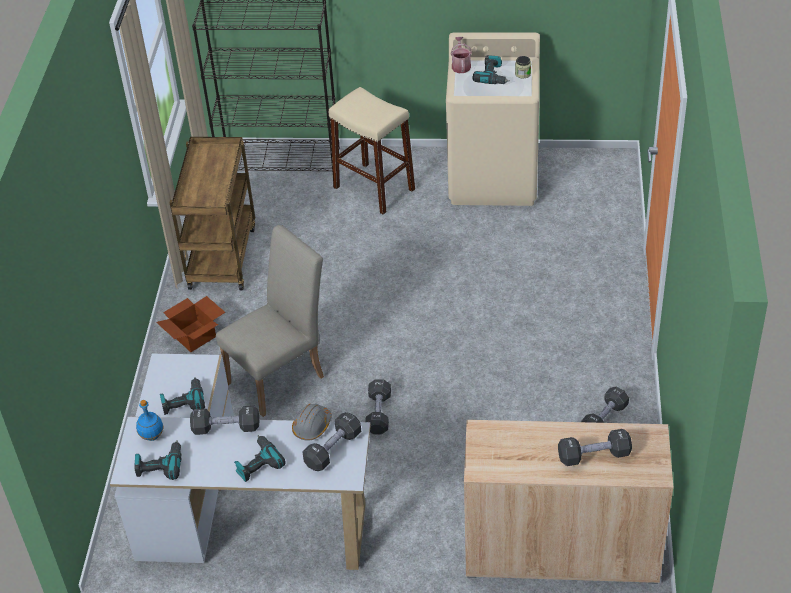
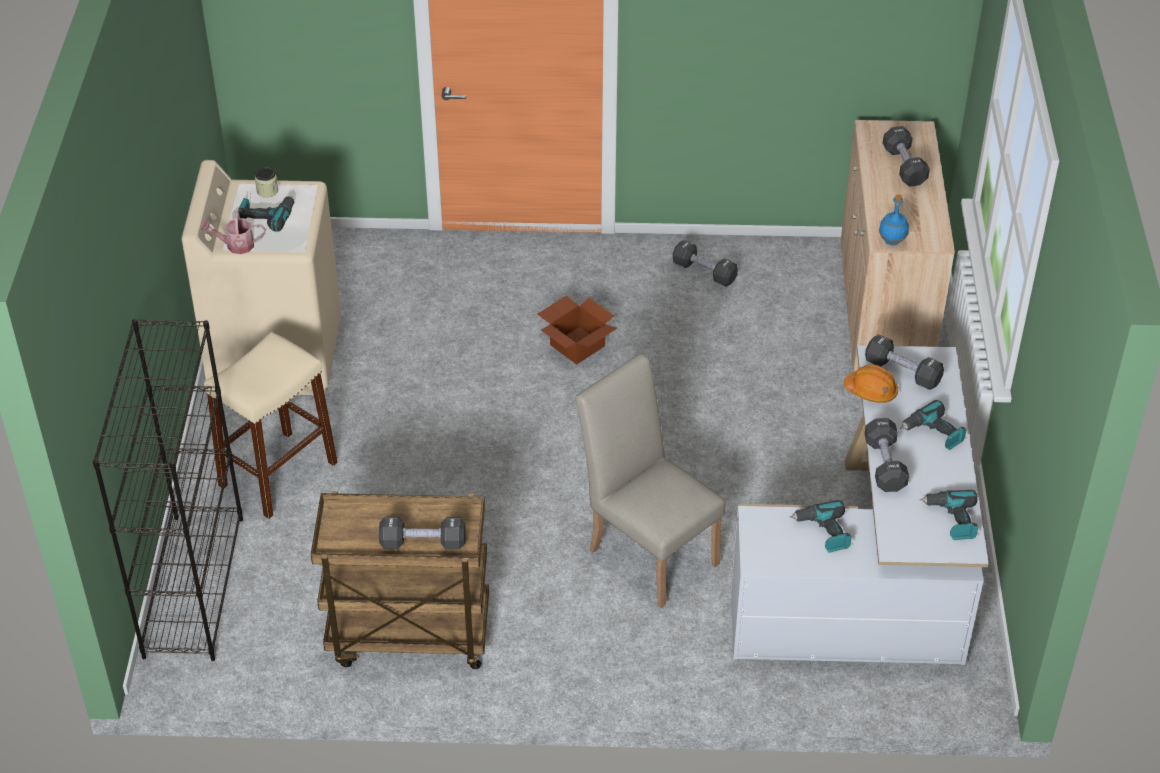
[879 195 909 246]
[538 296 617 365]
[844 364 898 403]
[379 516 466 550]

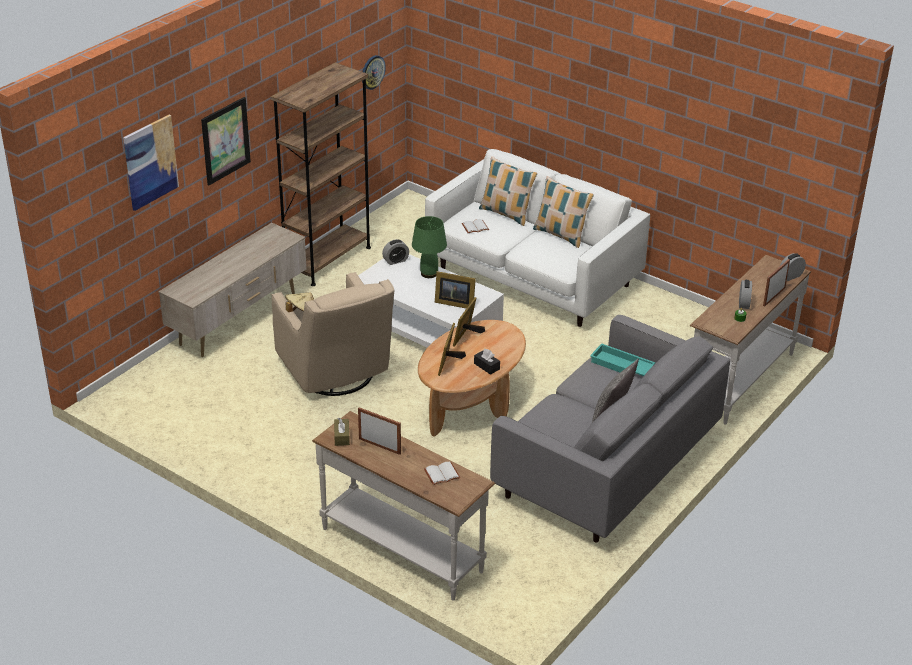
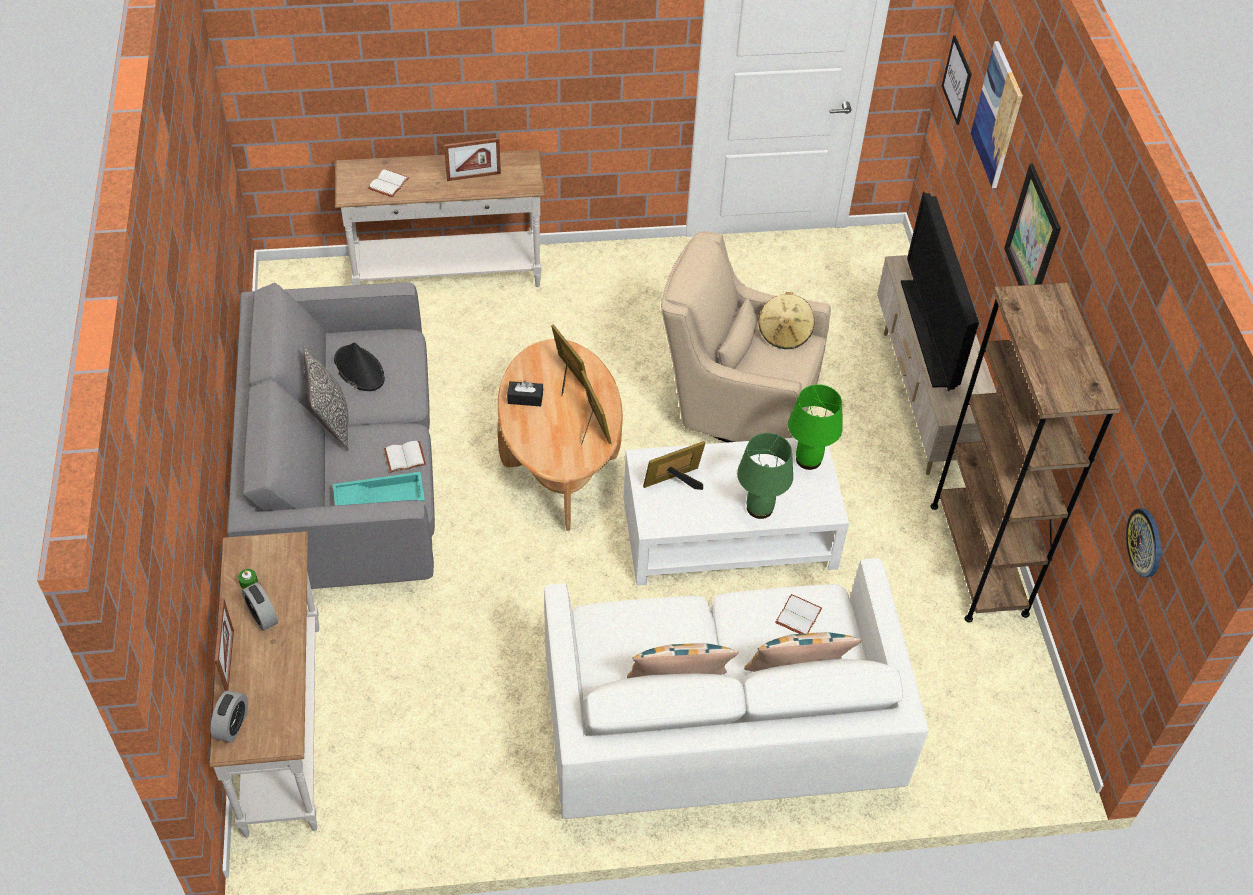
[334 418 350 446] (first image)
[382 239 409 265] (first image)
[334 342 385 391]
[384 441 426 472]
[788 384 843 470]
[901 192 979 392]
[942 35 972 125]

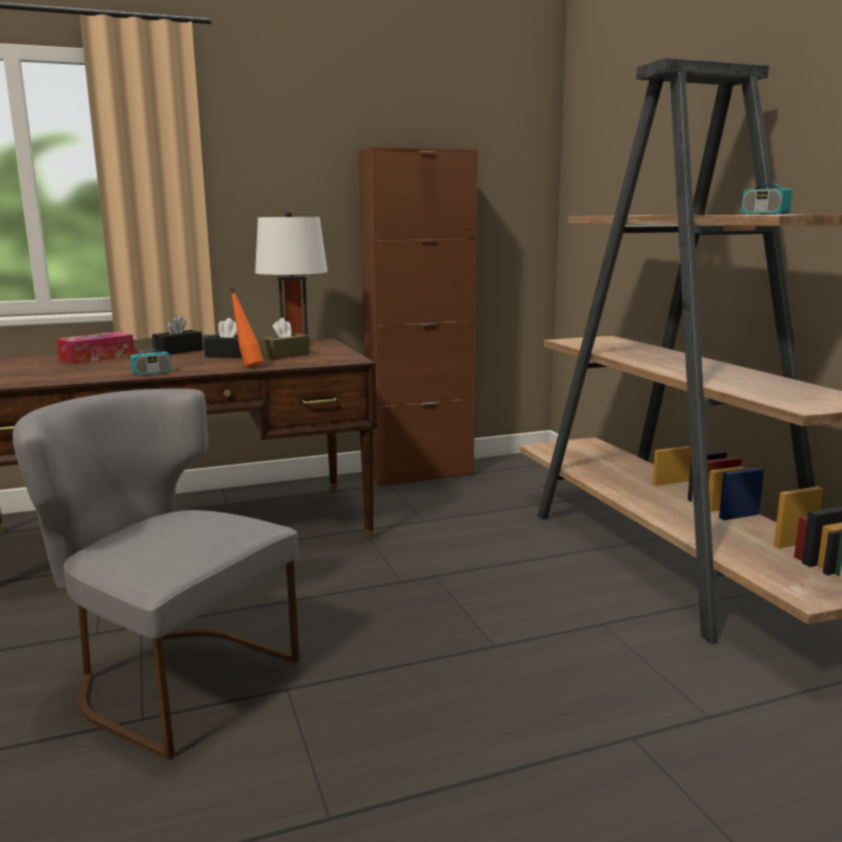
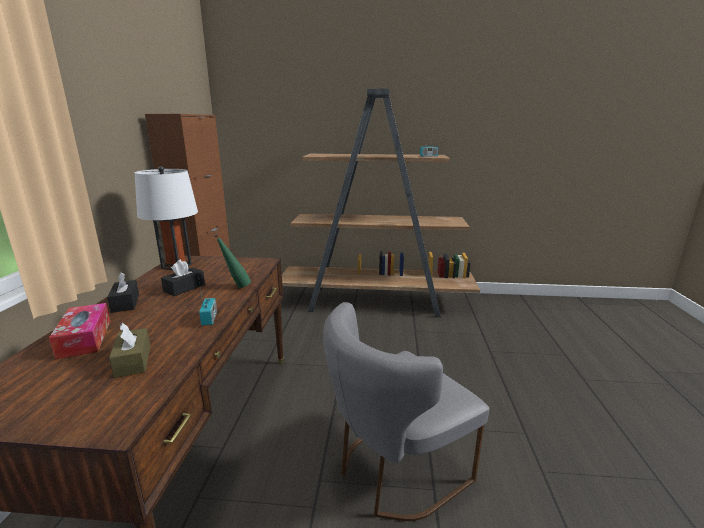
[214 233 251 288]
[109 323 150 378]

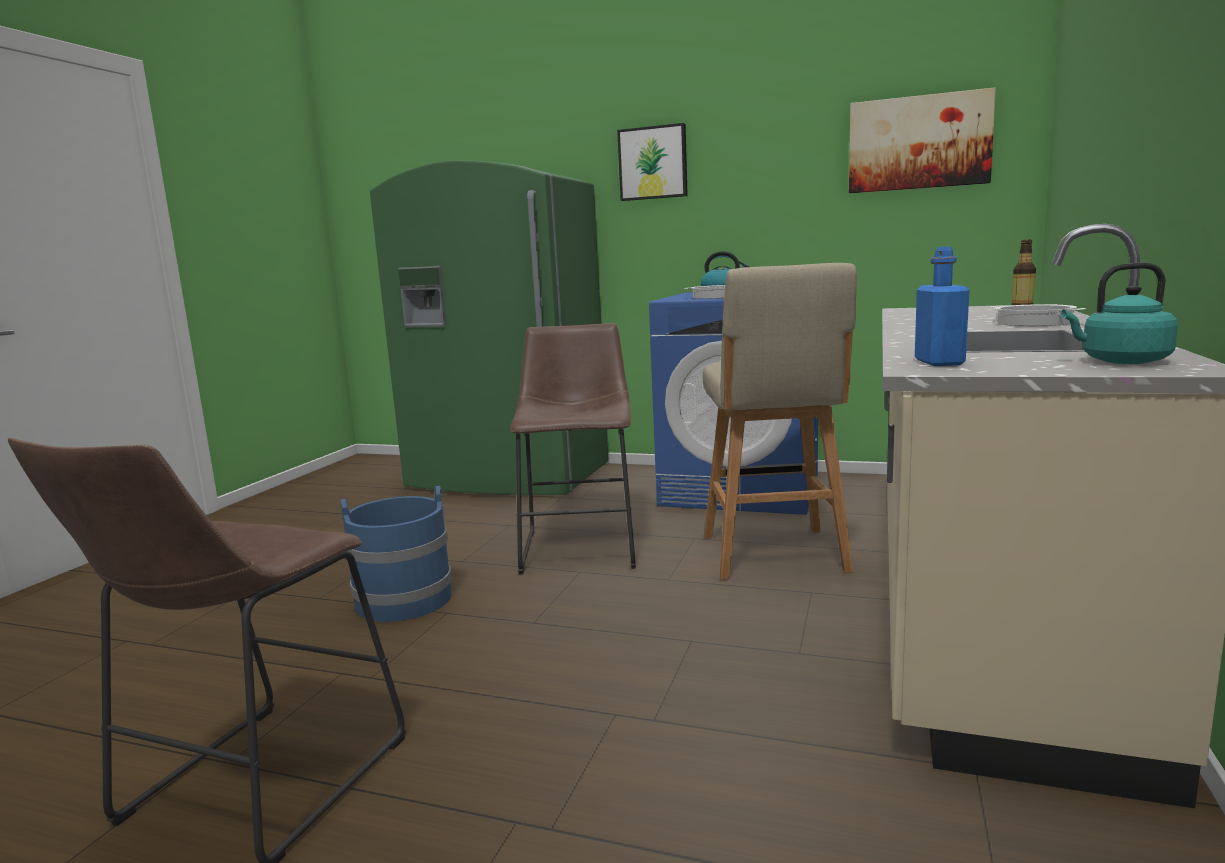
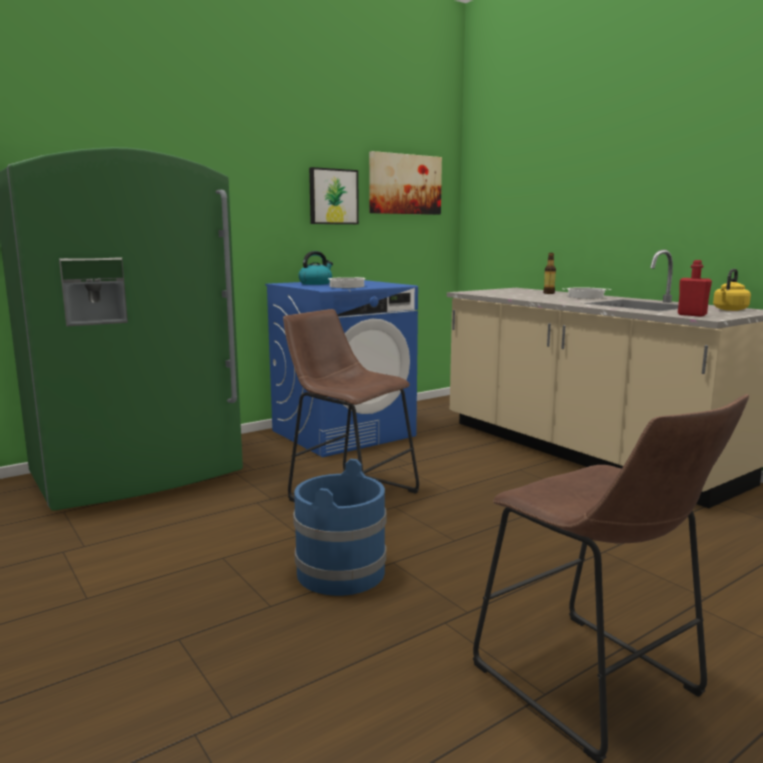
[309 167 359 224]
[702 263 857 580] (first image)
[678 260 712 317]
[713 269 751 311]

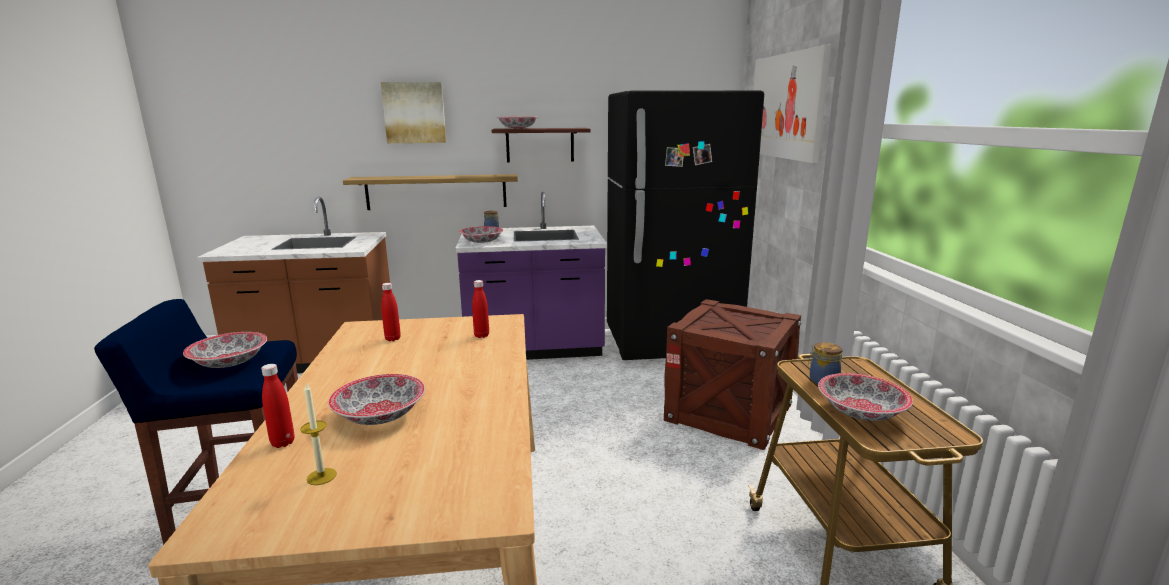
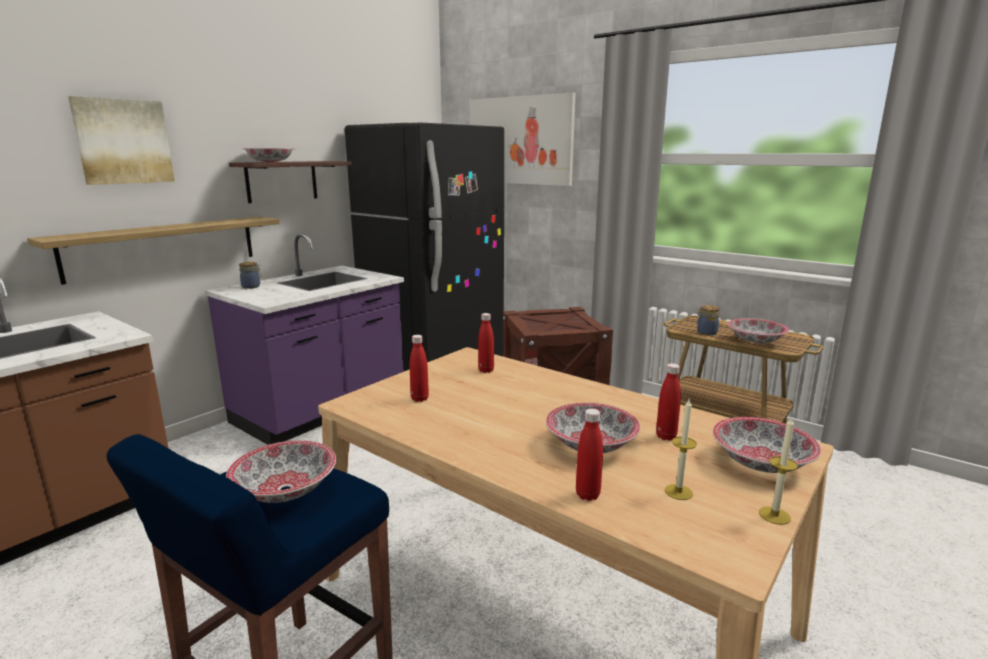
[713 417 821 473]
[656 363 681 441]
[759 416 798 525]

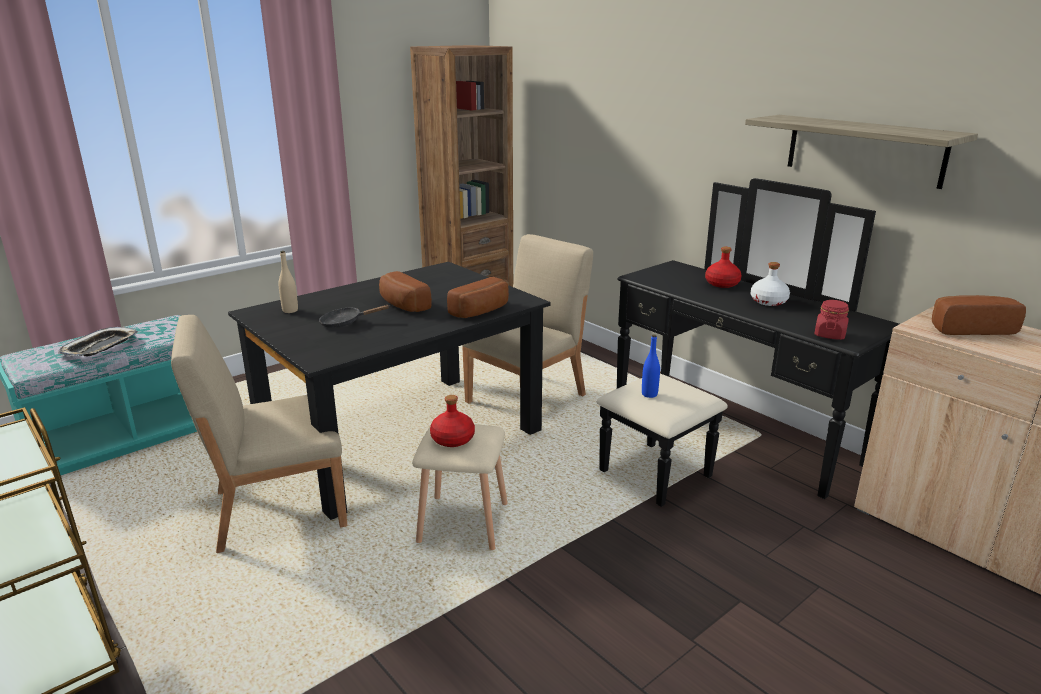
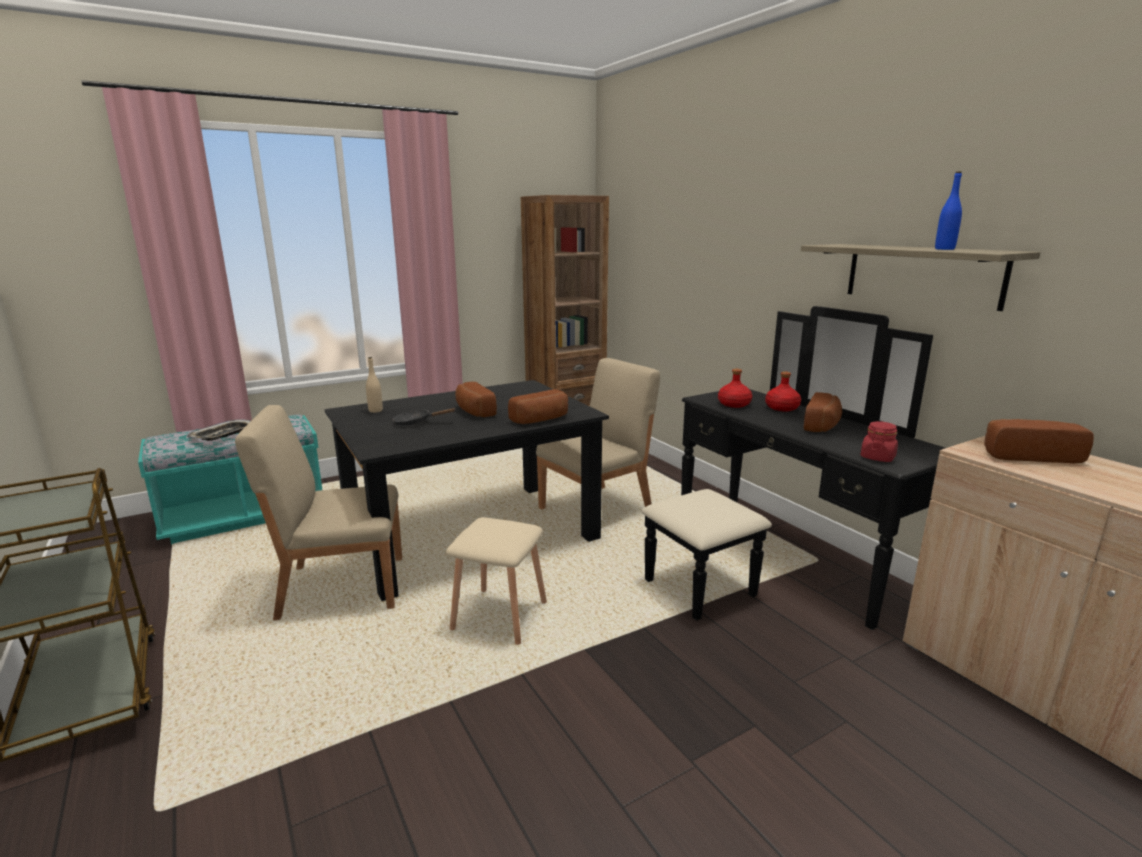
[718 369 752 408]
[935 171 962 250]
[804 392 842 432]

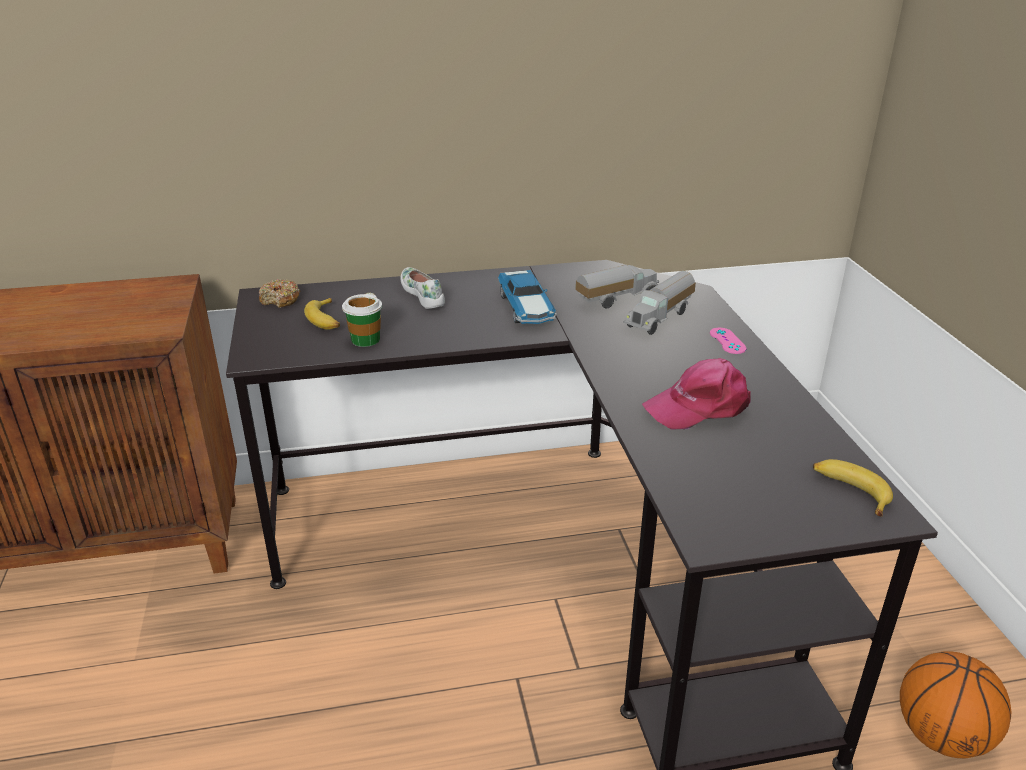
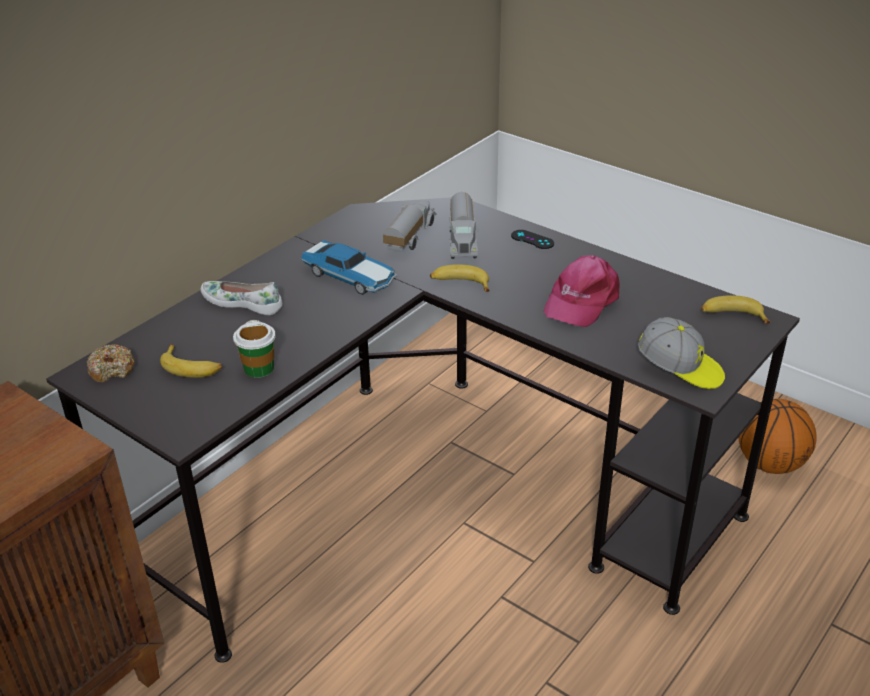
[511 230 554 249]
[430 264 490 292]
[638 317 725 389]

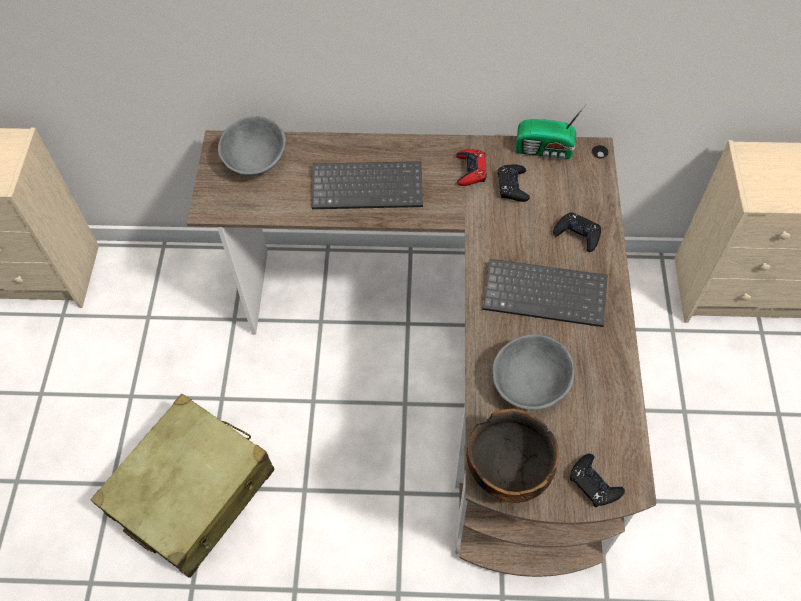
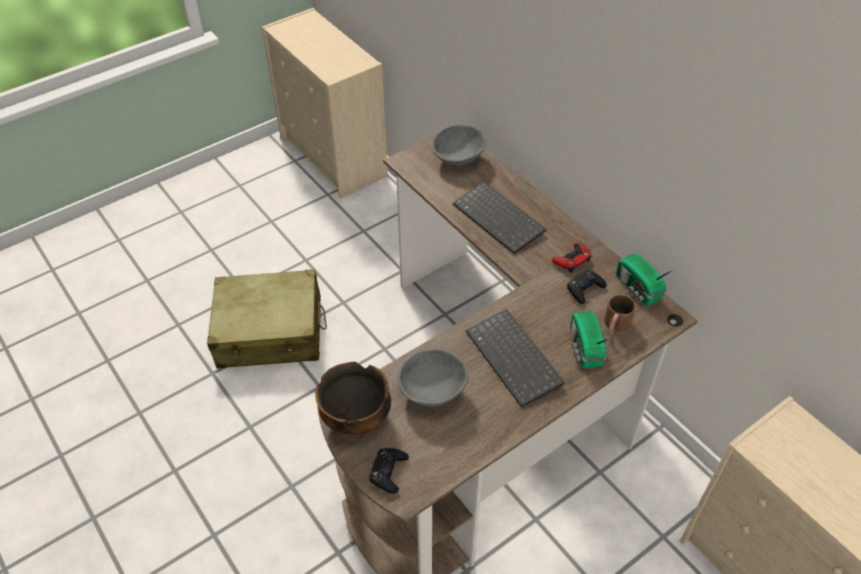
[570 311 613 368]
[604 294 636 336]

